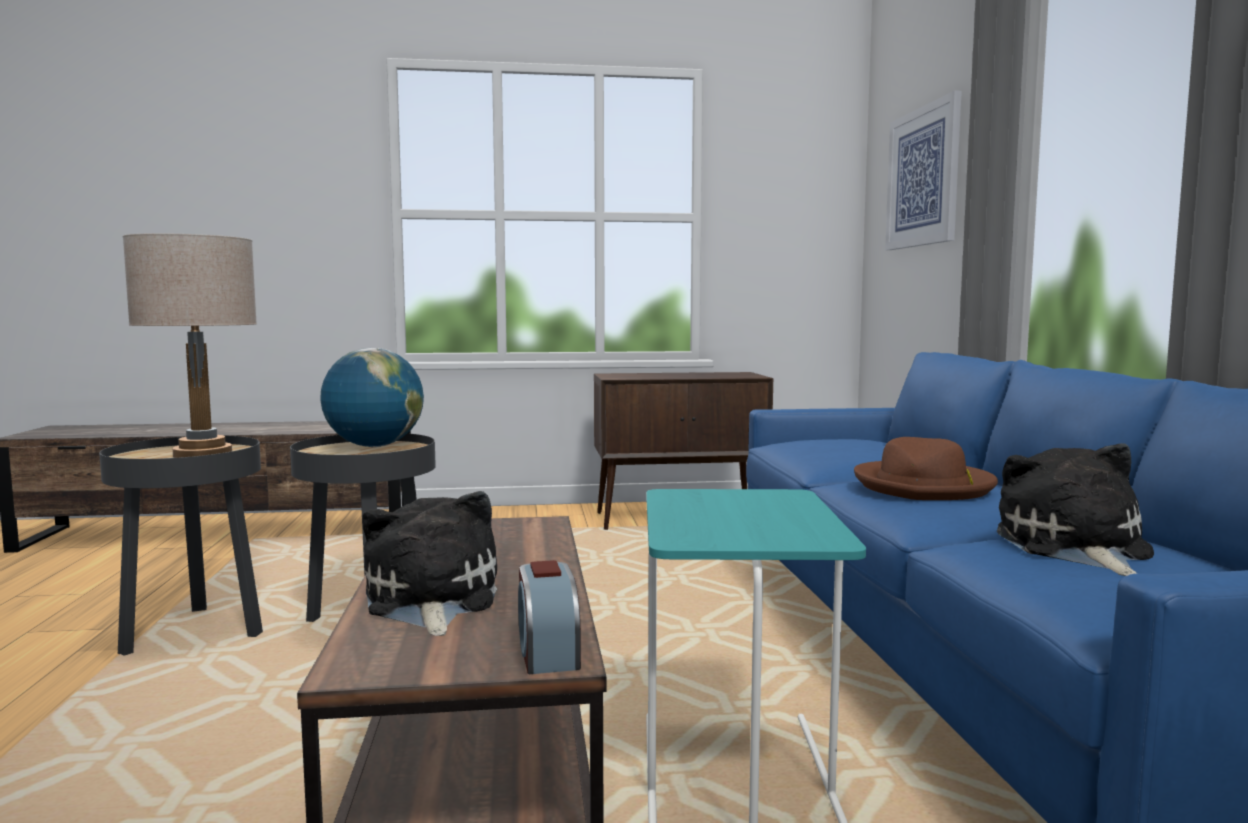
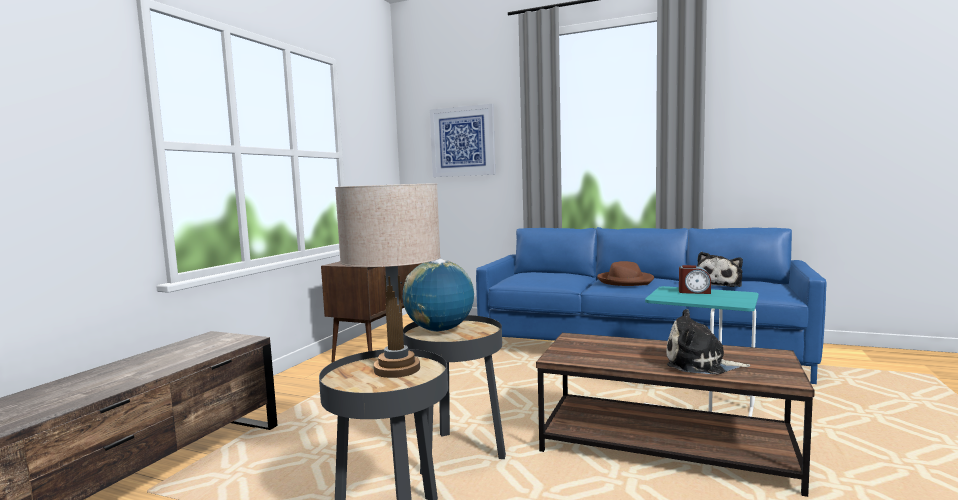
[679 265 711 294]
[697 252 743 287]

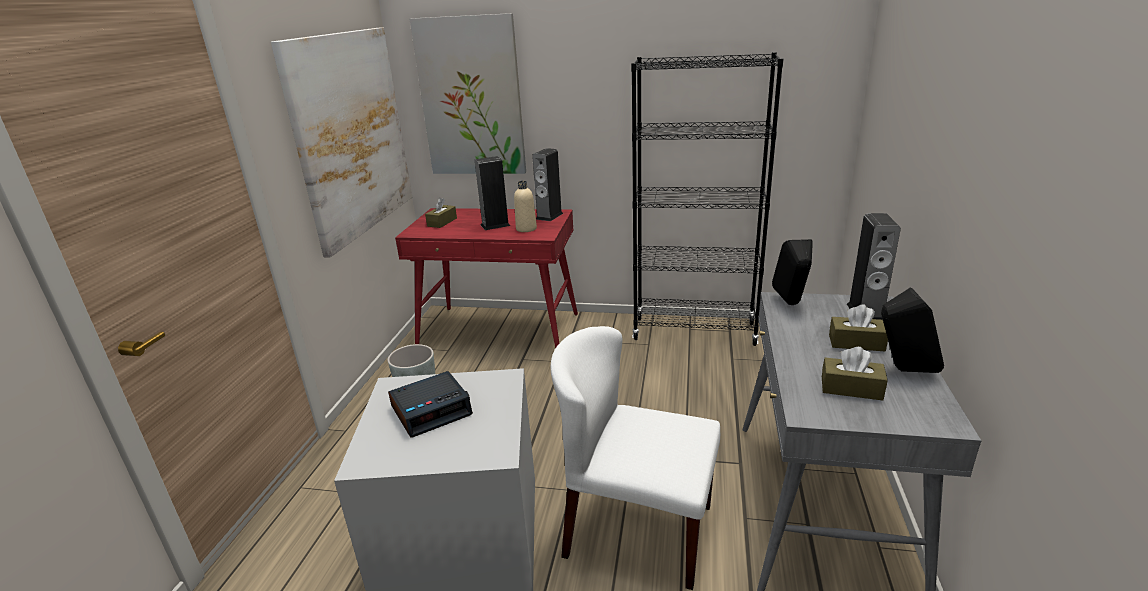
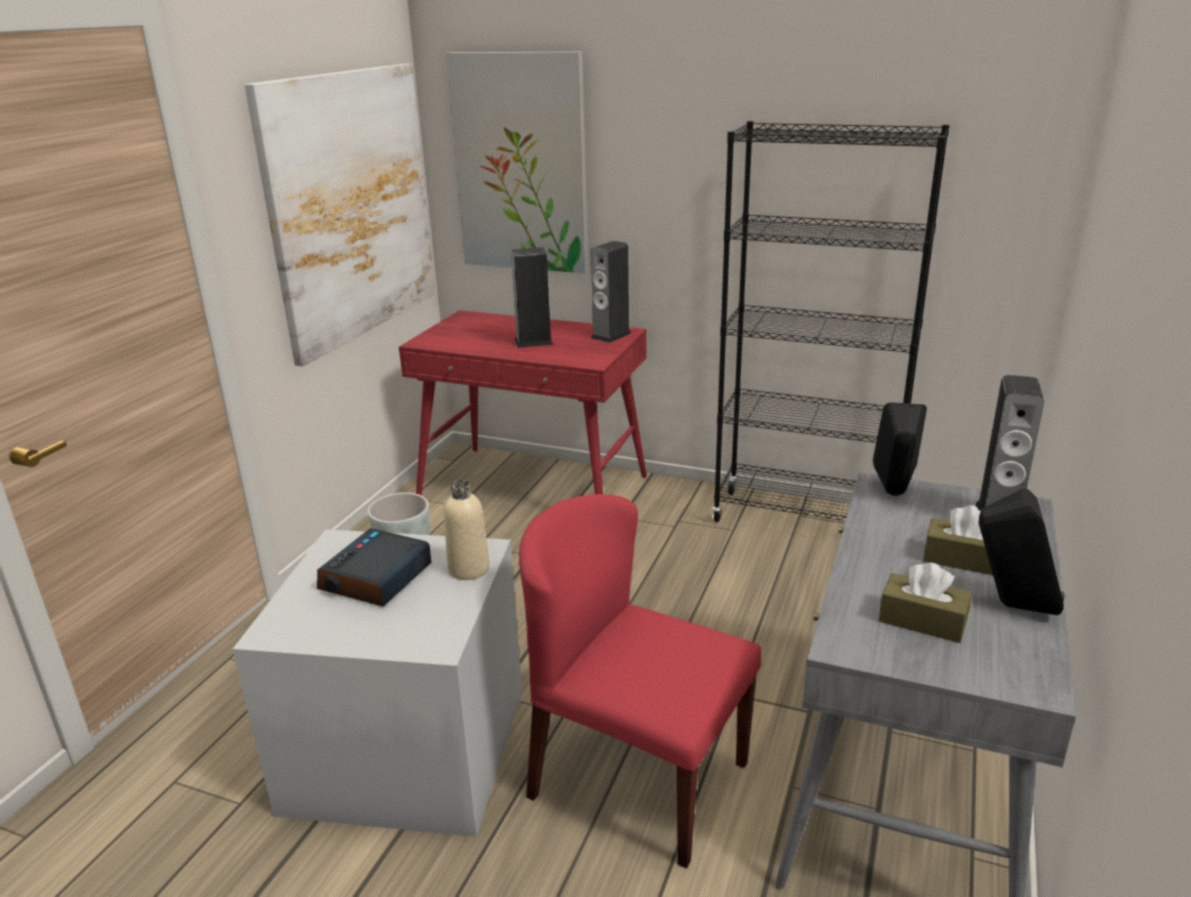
[317 528 432 607]
[425 198 457 228] (first image)
[444 480 490 580]
[519 494 761 868]

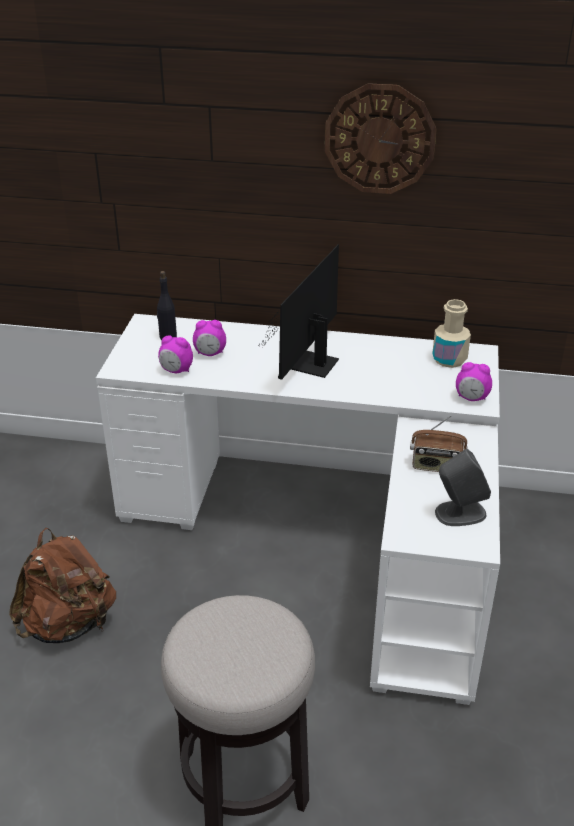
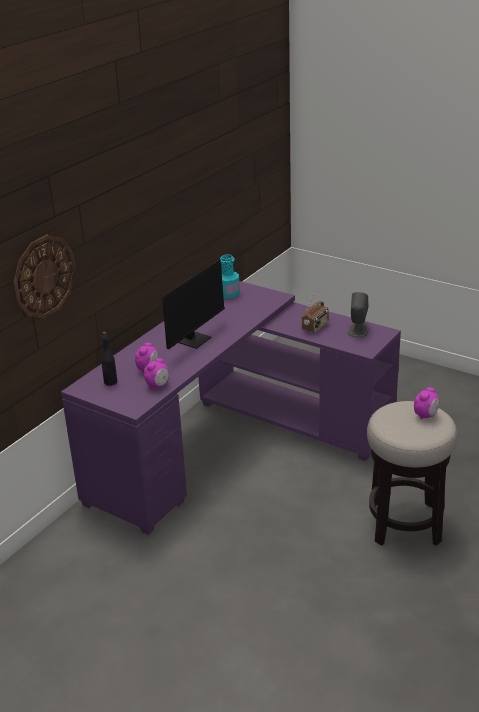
[9 528 116 643] (first image)
[61 281 401 535]
[162 255 237 349]
[14 235 76 318]
[220 254 240 299]
[414 387 440 420]

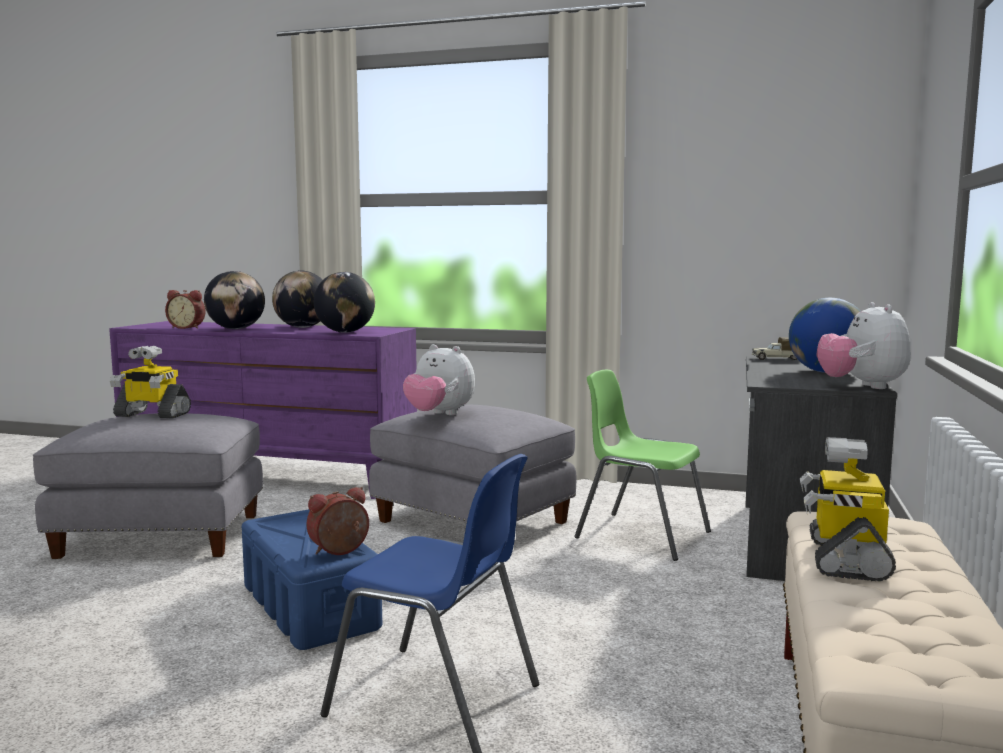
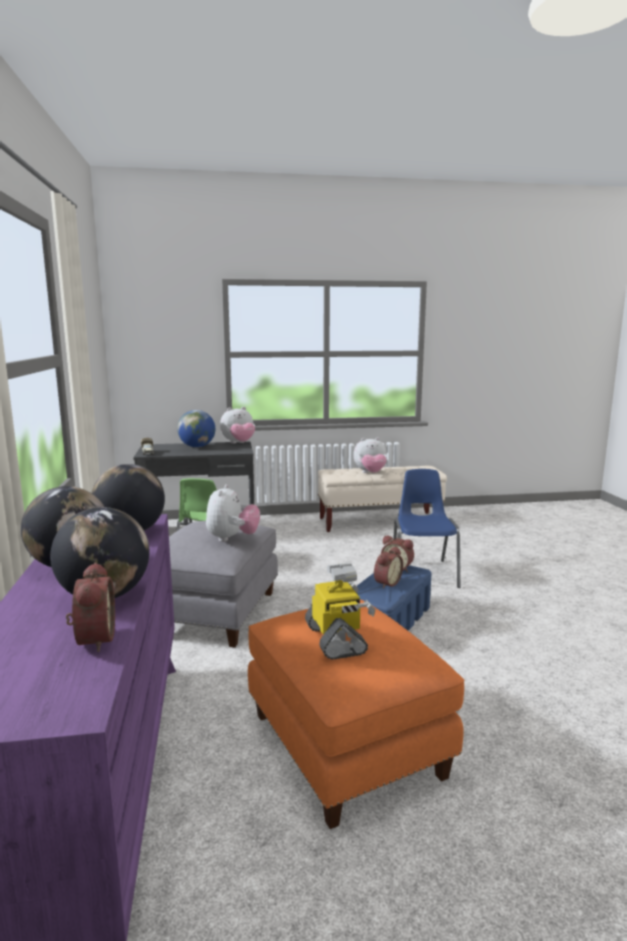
[248 600 465 829]
[353 437 387 473]
[374 547 403 589]

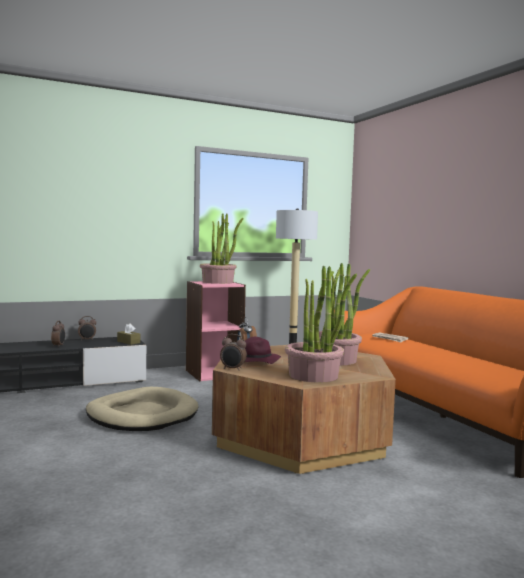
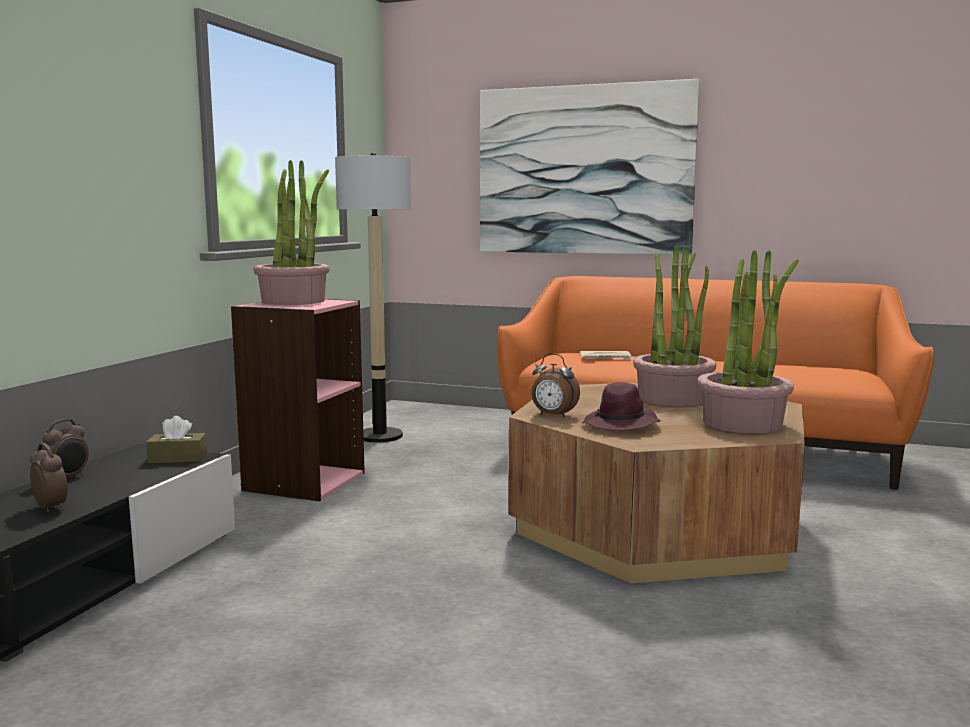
[86 387 198 431] (first image)
[220 334 247 371] (first image)
[480 79 700 255]

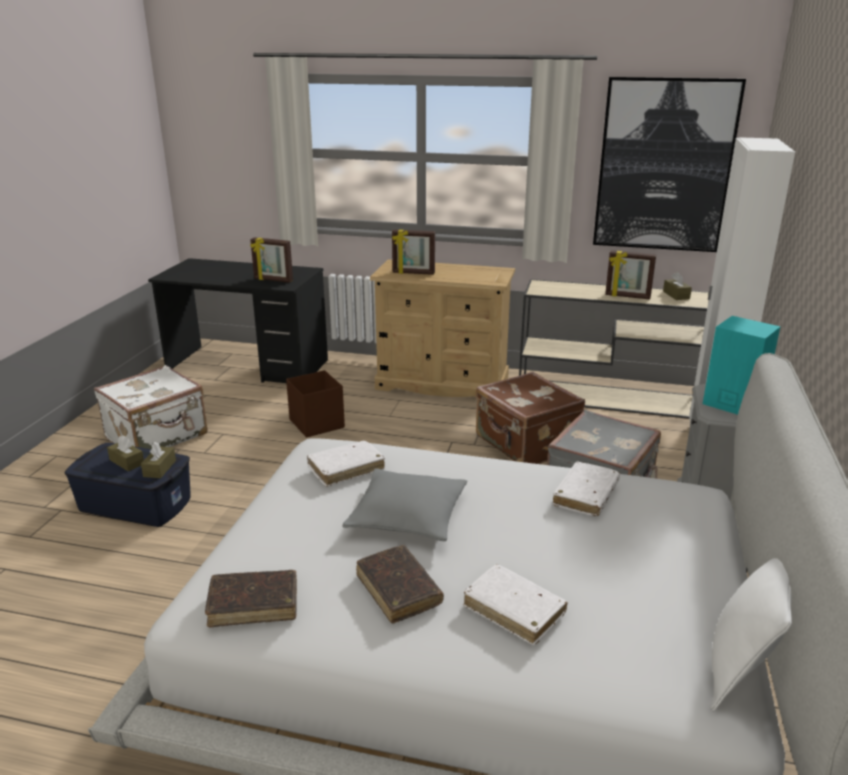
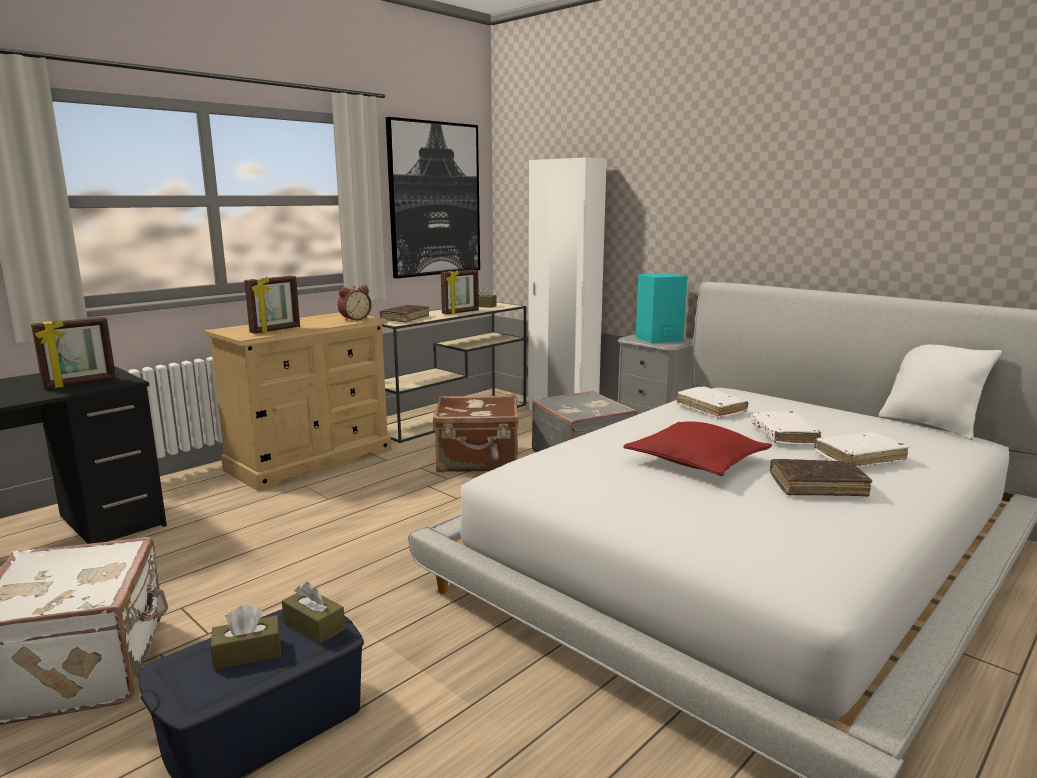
[380 305 429 323]
[286 370 345 438] (first image)
[751 411 821 445]
[623 421 772 476]
[338 285 372 321]

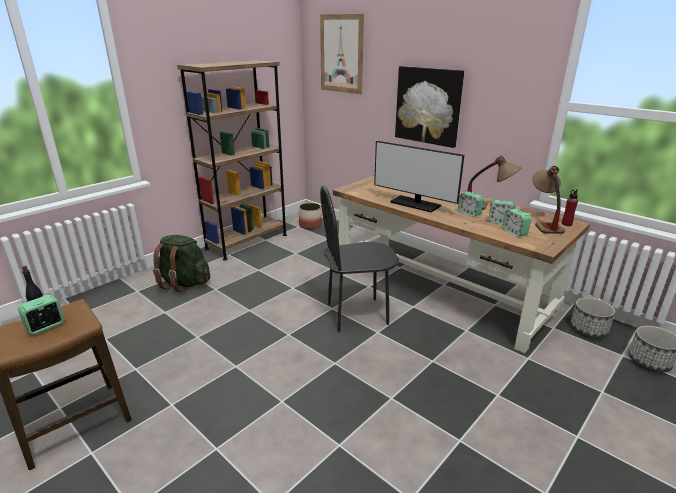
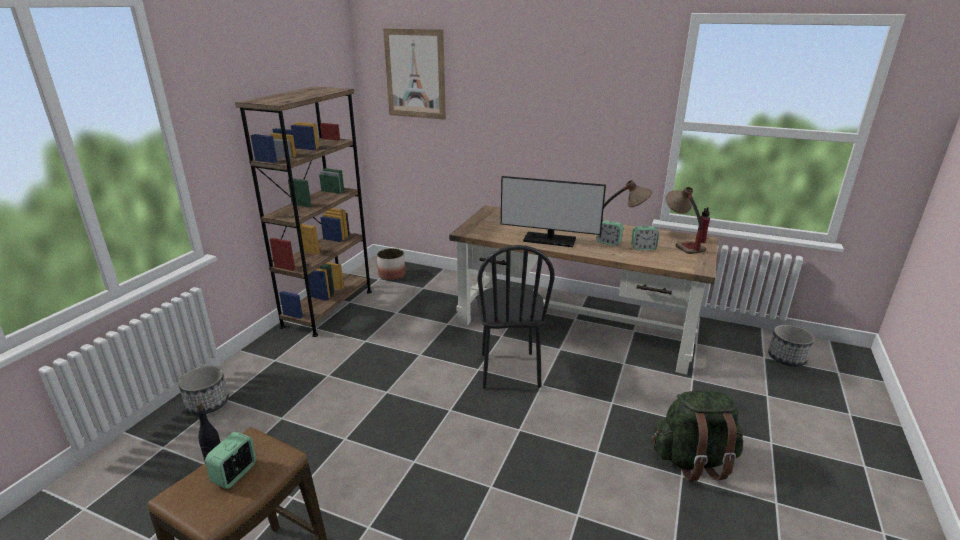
[652 391 743 481]
[476 245 555 389]
[395 66 464 148] (first image)
[502 209 531 237] (first image)
[178 366 229 415]

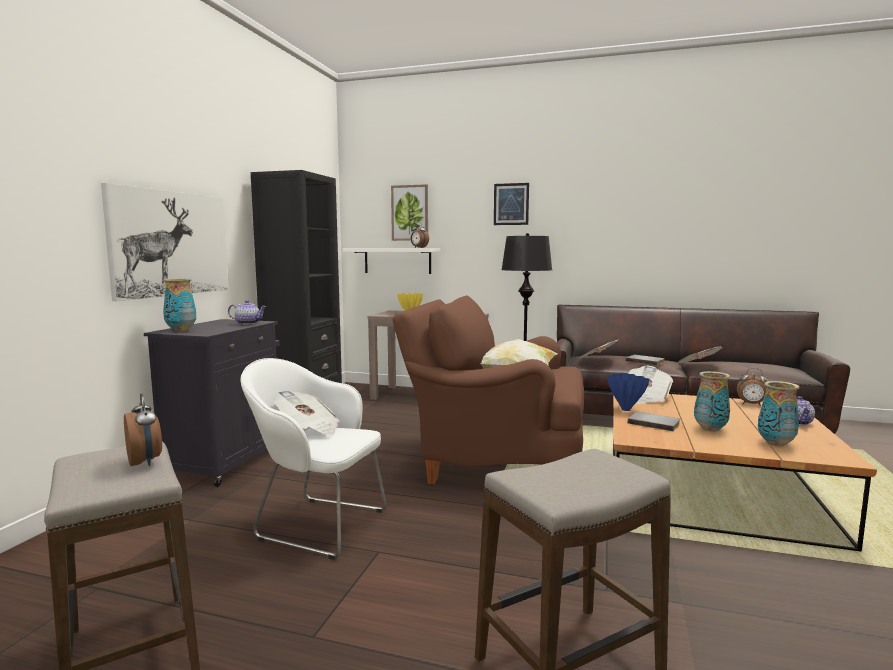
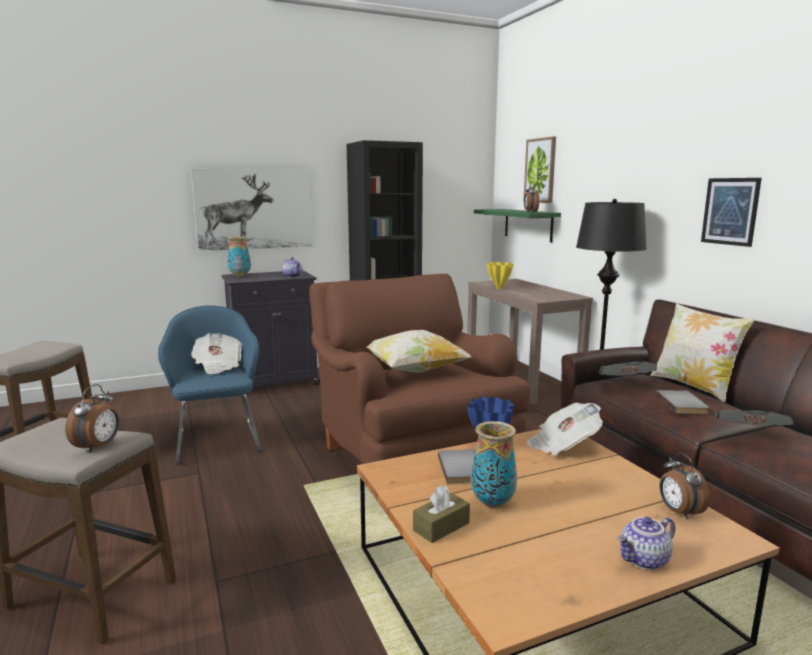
[65 384 119 453]
[158 305 262 464]
[474 209 561 242]
[701 178 762 247]
[758 381 799 446] (first image)
[413 485 470 543]
[650 303 755 402]

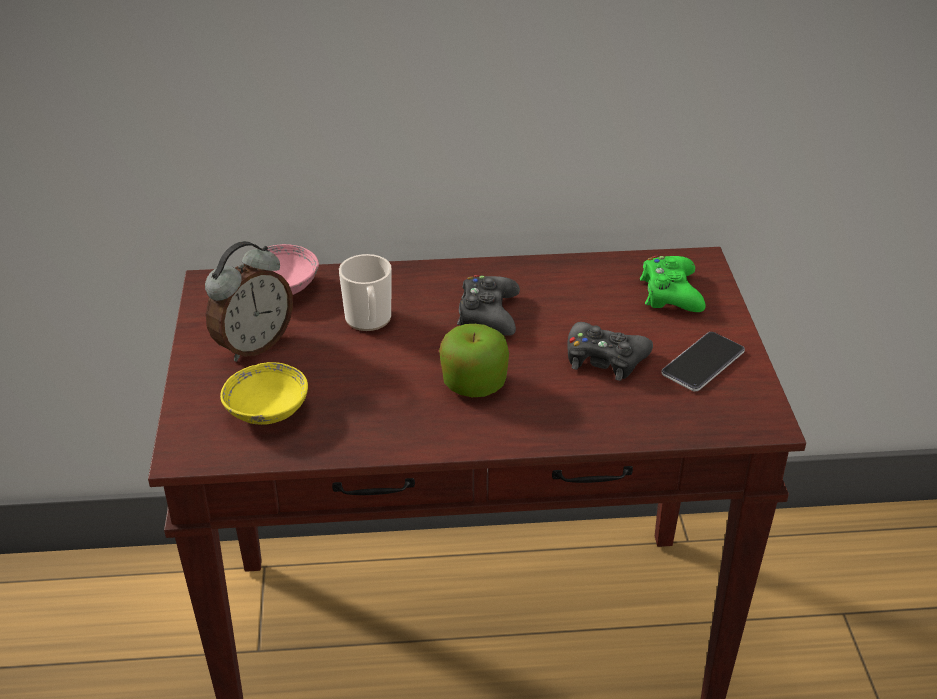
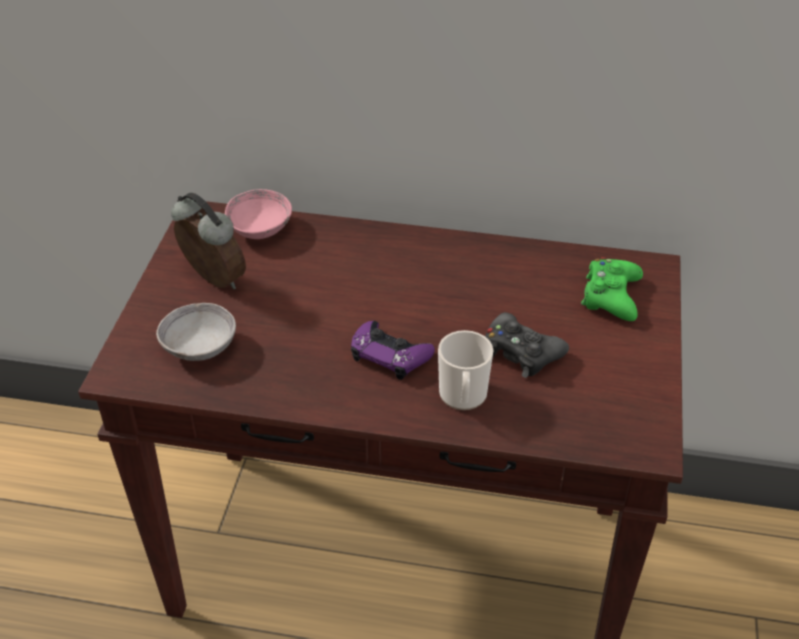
[171 192 246 290]
[156 303 236 361]
[438 330 493 410]
[351 321 435 380]
[457 275 520 336] (first image)
[661 332 745 392] (first image)

